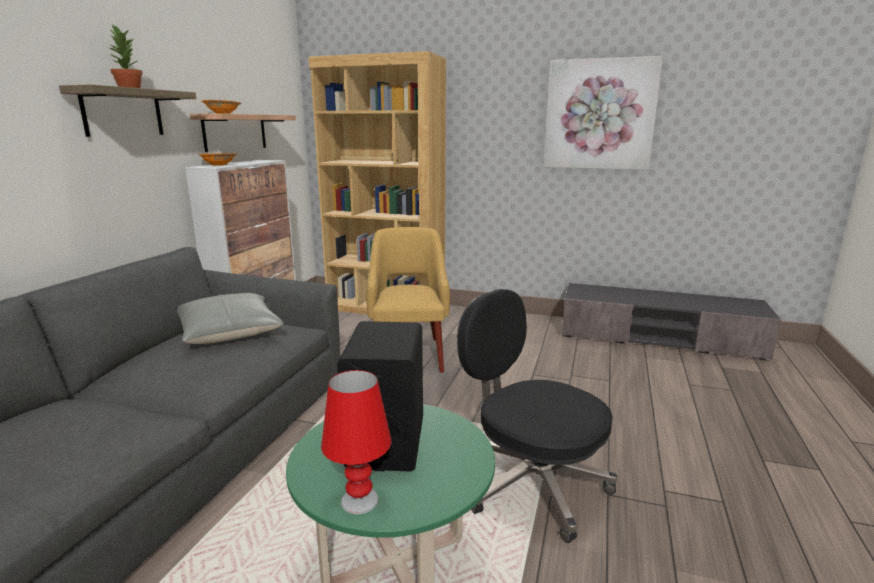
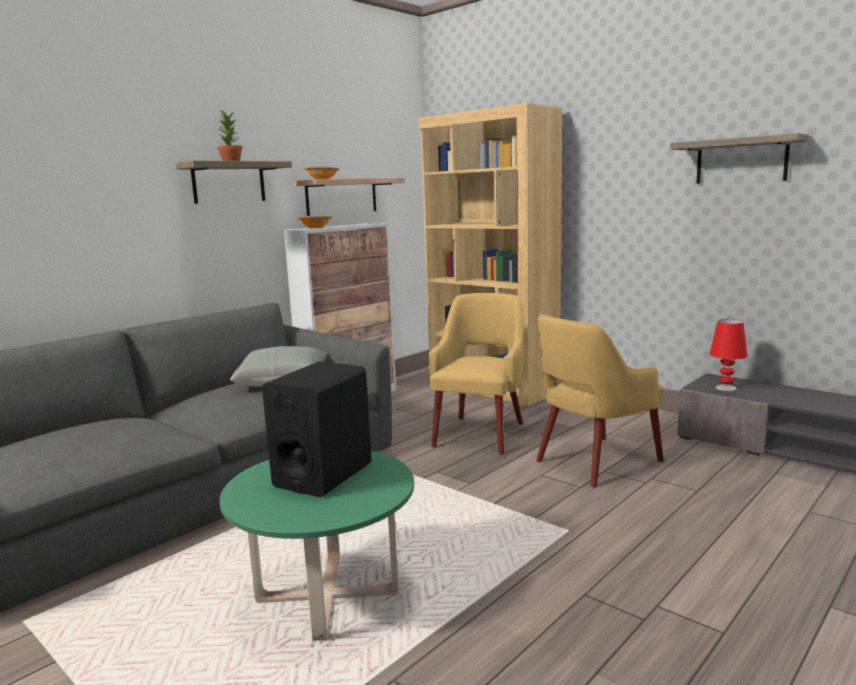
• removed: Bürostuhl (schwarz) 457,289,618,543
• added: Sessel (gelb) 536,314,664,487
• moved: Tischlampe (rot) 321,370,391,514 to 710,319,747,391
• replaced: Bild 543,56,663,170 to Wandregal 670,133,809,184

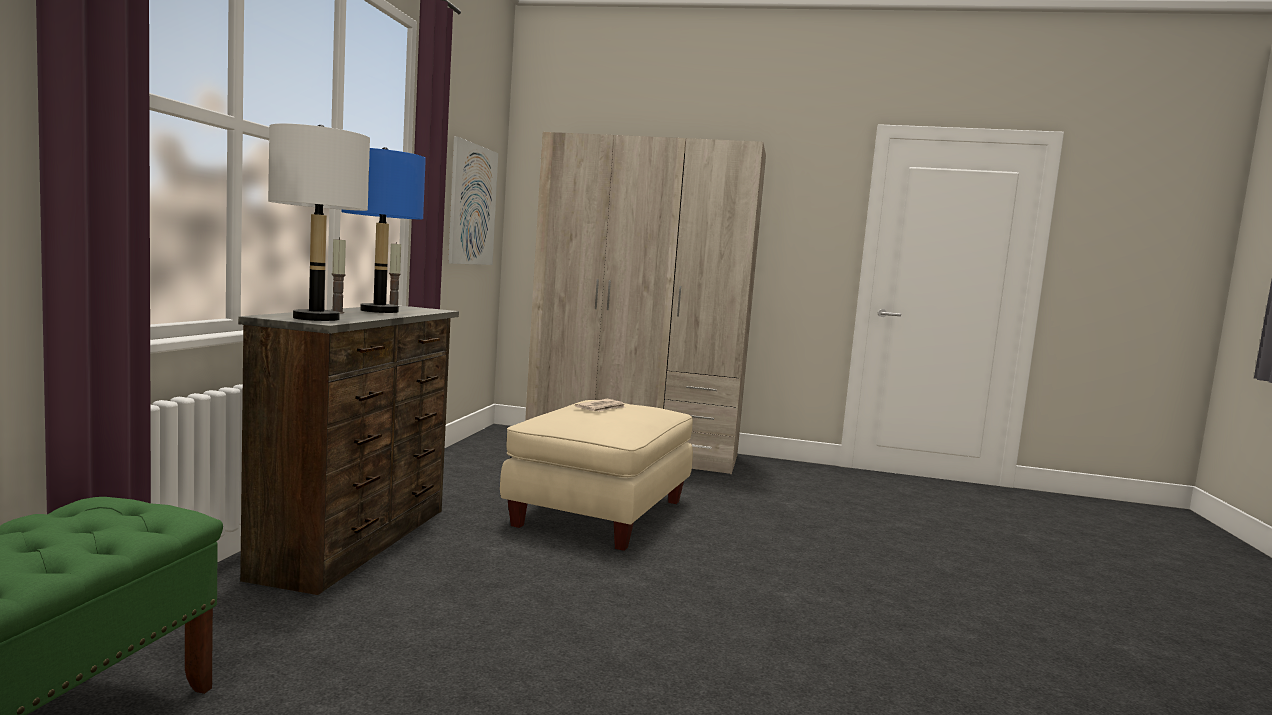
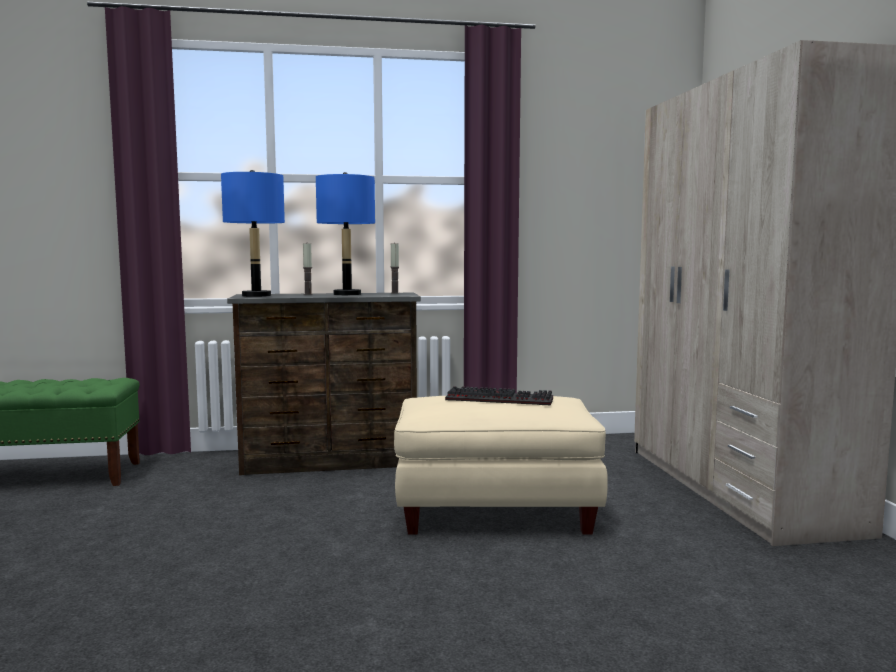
• removed: Bild 448,136,498,265
• replaced: Zeitung 575,399,625,412 to Tastatur 445,386,553,406
• recoloured: Tischlampe (weiß) 268,123,370,321 to Tischlampe (blau) 221,170,285,297

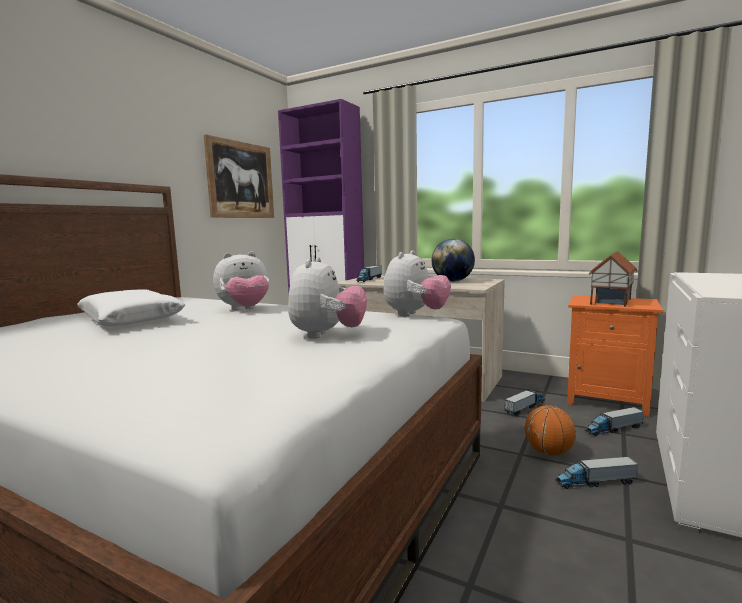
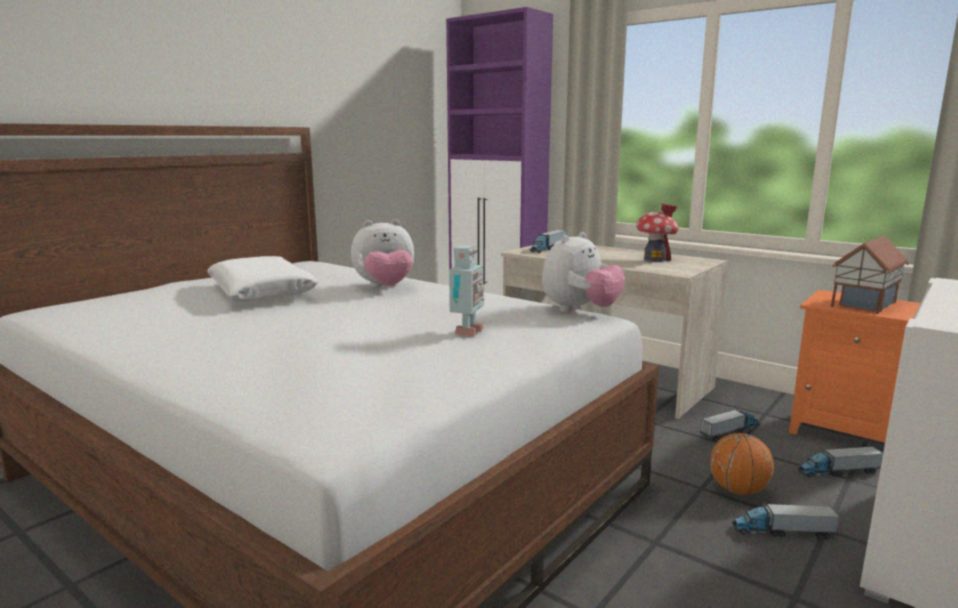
• removed: Bild 204,135,274,218
• replaced: Plüschtier 288,257,367,339 to Spielzeugroboter 449,246,485,337
• replaced: Globus 431,239,475,282 to Spielzeughaus 636,203,679,262

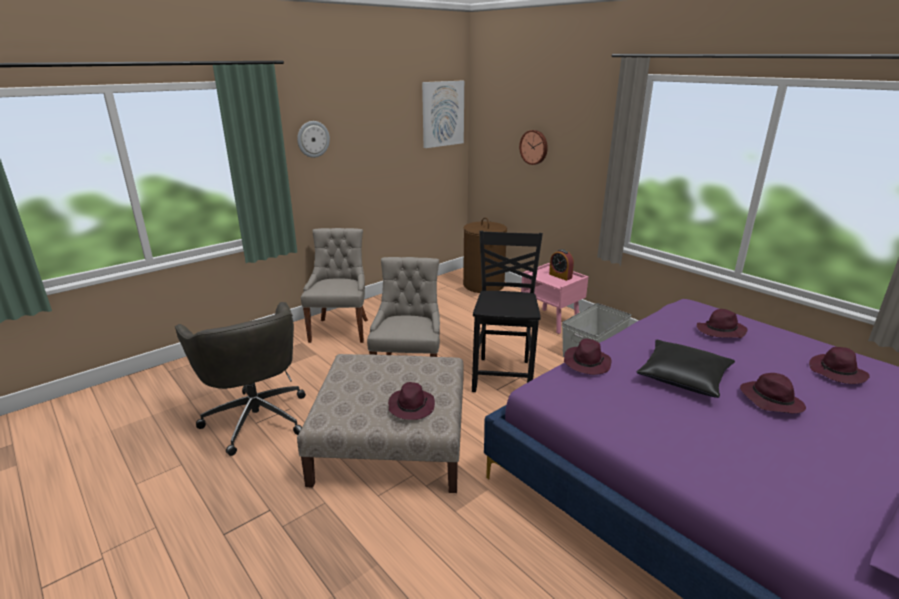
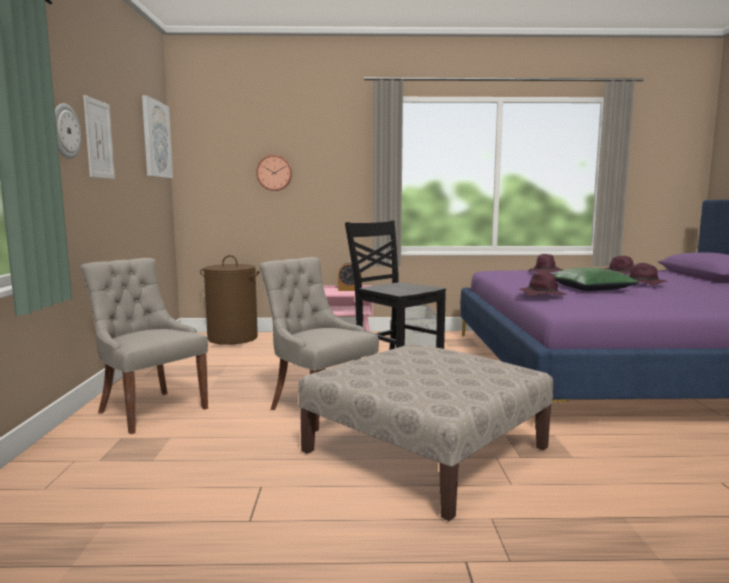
• removed: Bürostuhl (grau) 175,302,306,456
• removed: Hut (lila) 388,382,435,420
• added: Bild 83,95,115,179
• recoloured: Kissen (schwarz) 637,340,735,398 to Kissen (grün) 552,267,639,291

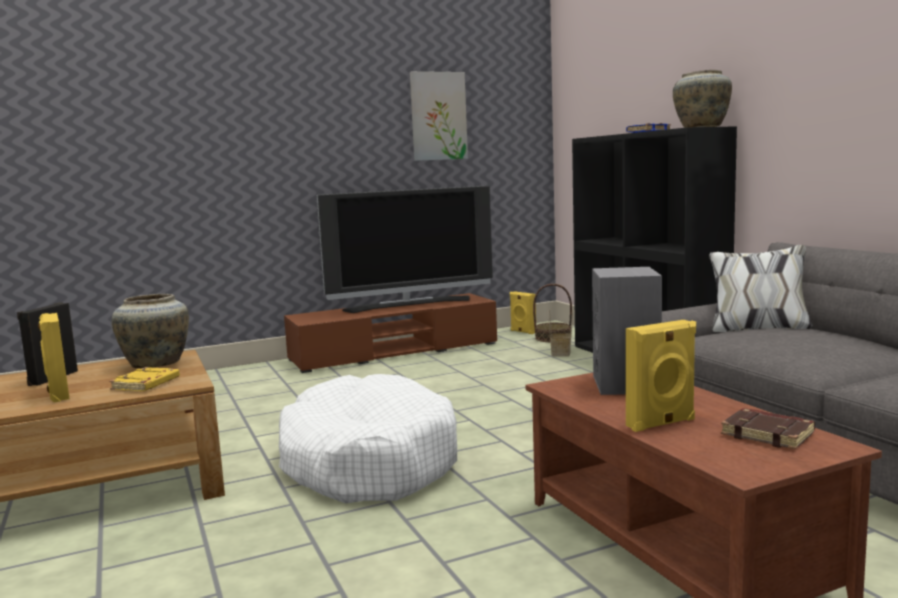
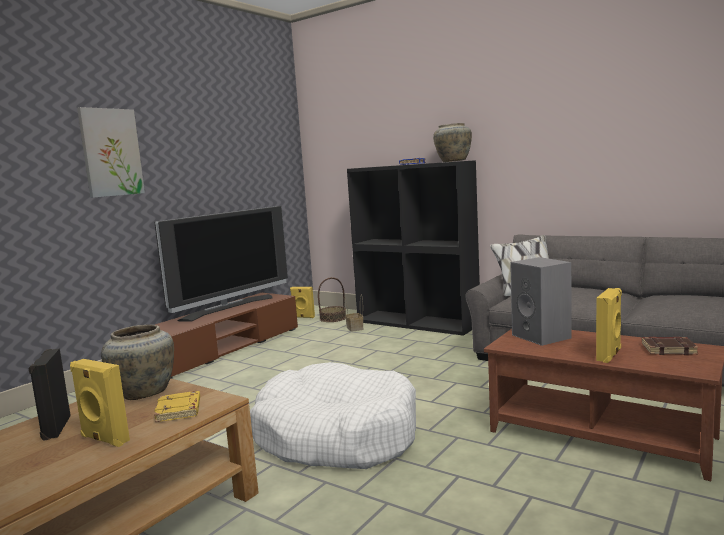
• moved: Bild 410,71,468,161 to 77,107,145,198

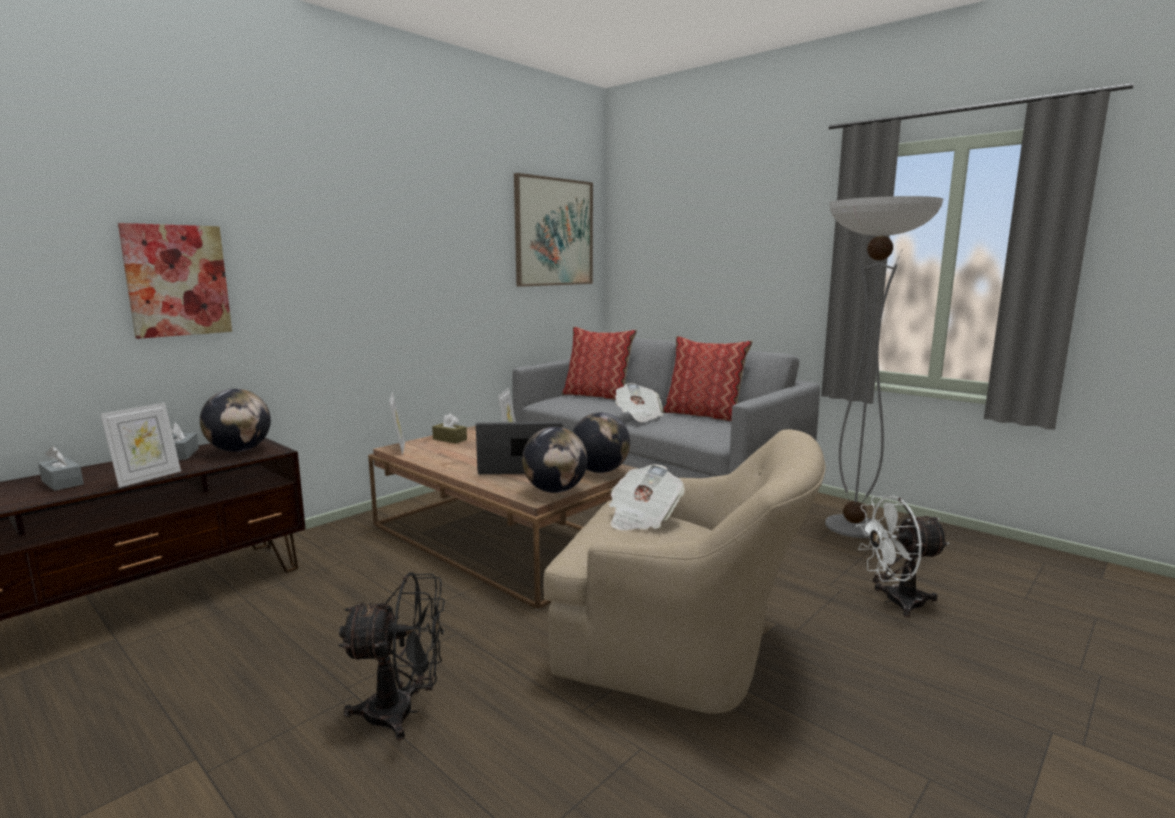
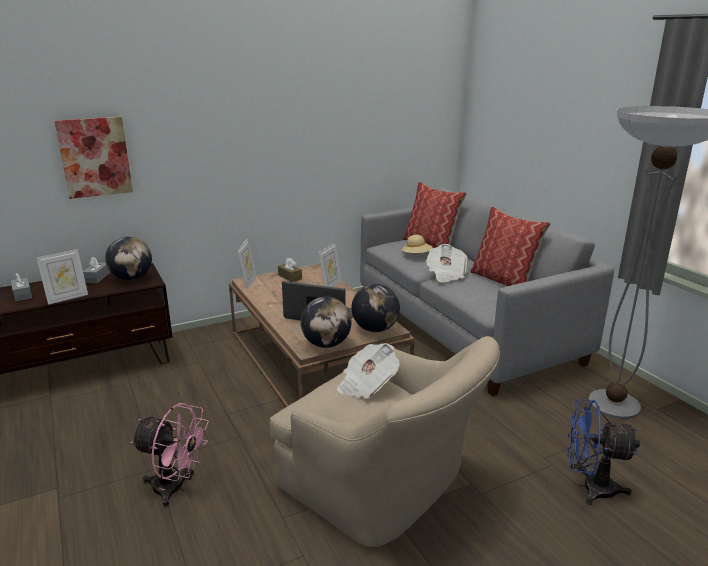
• removed: Bild 514,173,593,287
• added: Hut (beige) 402,235,432,253
• recoloured: Ventilator (schwarz) 338,572,445,740 to Ventilator (rosa) 130,403,209,507
• recoloured: Ventilator (weiß) 855,495,950,618 to Ventilator (blau) 568,399,640,505

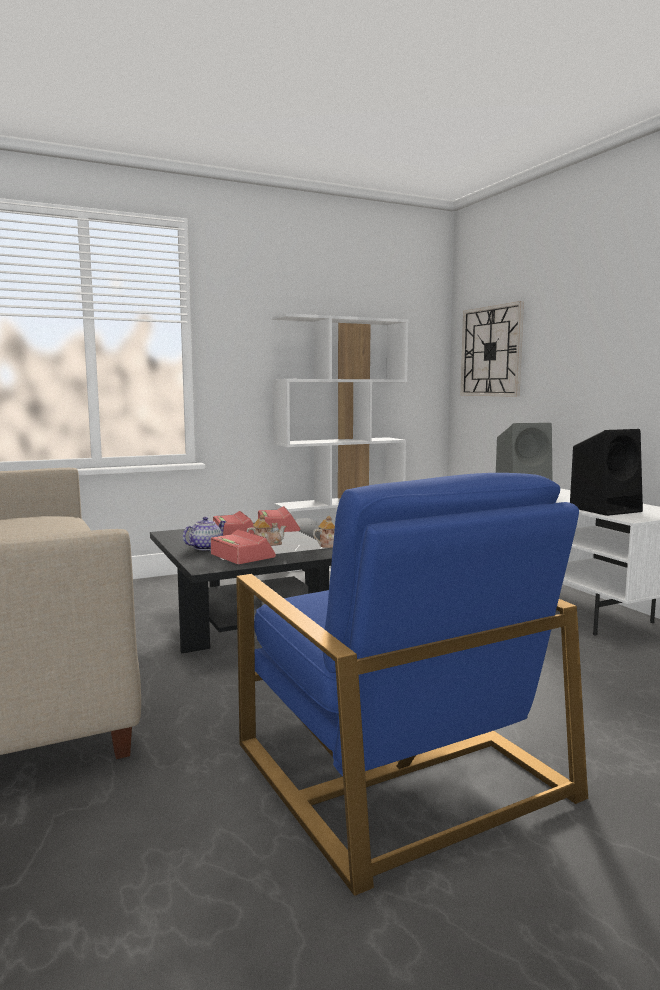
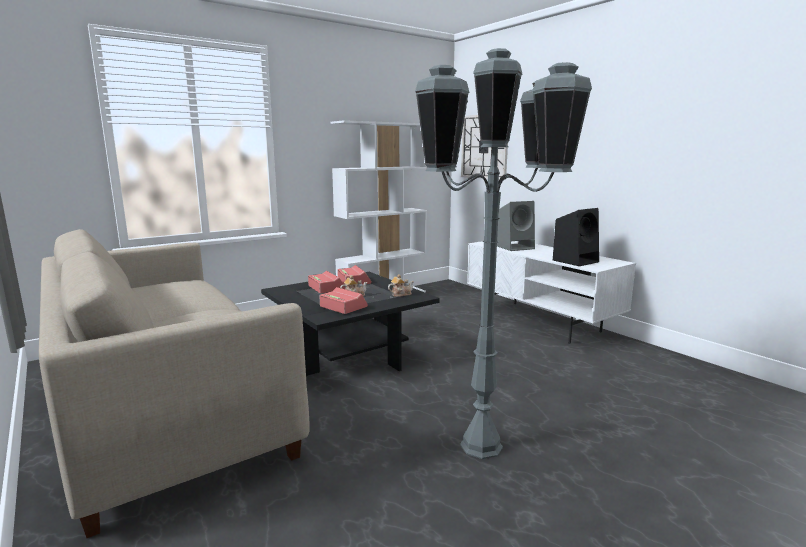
• removed: Teekanne 183,517,226,550
• replaced: Sessel (blau) 236,473,588,896 to Stehlampe (grau) 415,48,592,459

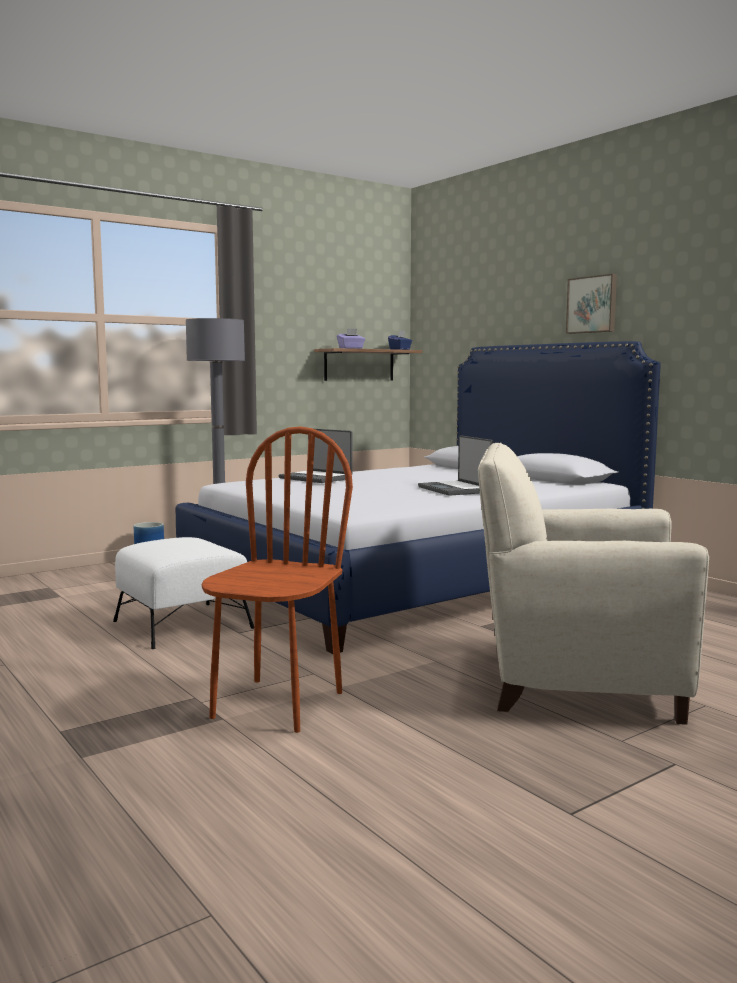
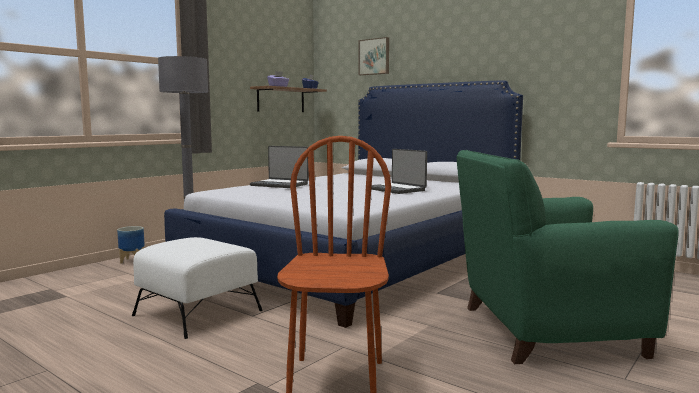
• moved: Bild 566,274,617,334 to 358,37,389,75
• recoloured: Sessel (beige) 478,442,709,725 to Sessel (grün) 457,150,679,364

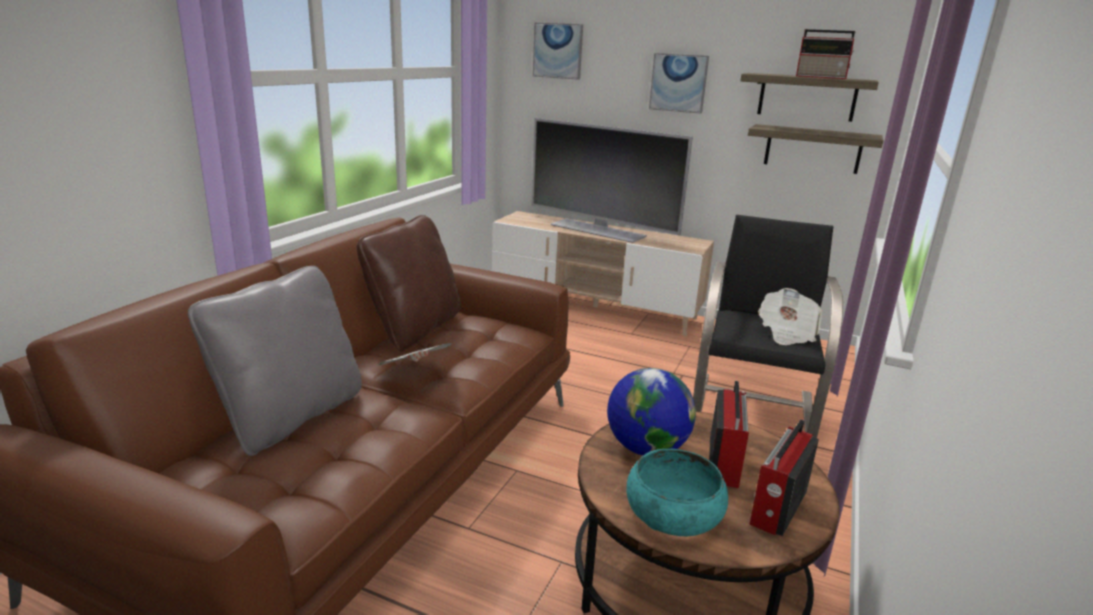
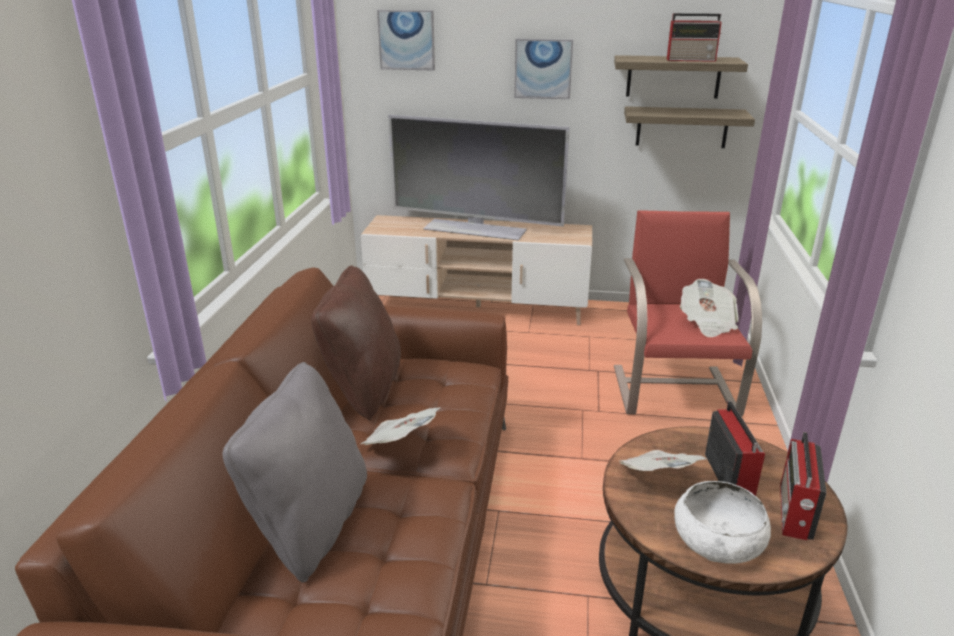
• replaced: Globus 607,368,696,455 to Zeitung 619,450,707,471
• recoloured: Schüssel (türkis) 626,449,728,536 to Schüssel (weiß) 674,481,771,564
• recoloured: Sessel (schwarz) 693,215,843,438 to Sessel (rot) 614,210,762,417

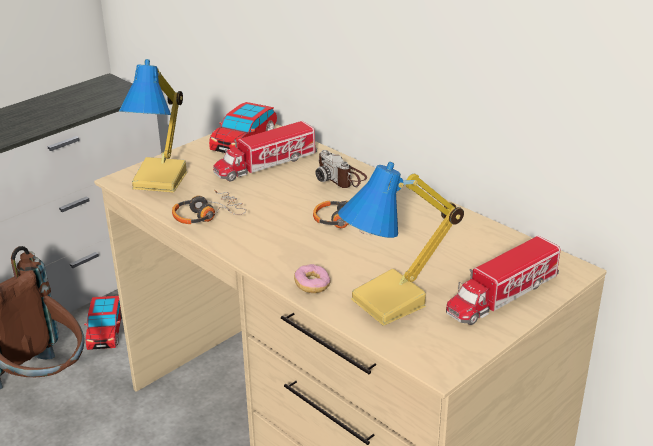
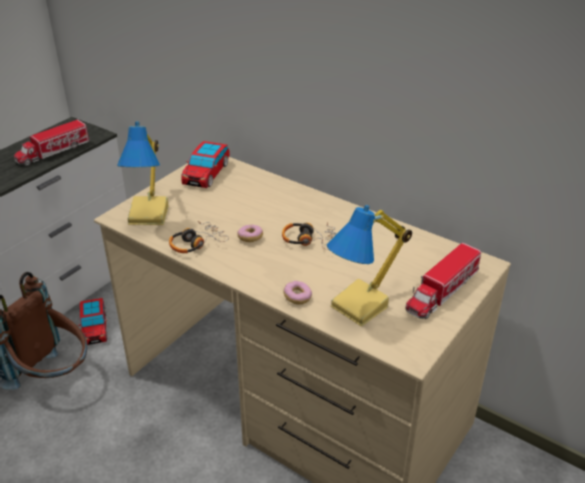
• removed: Kamera 316,150,367,188
• added: Donut 237,225,263,242
• moved: Spielzeuglaster 213,121,317,182 to 14,119,91,166

